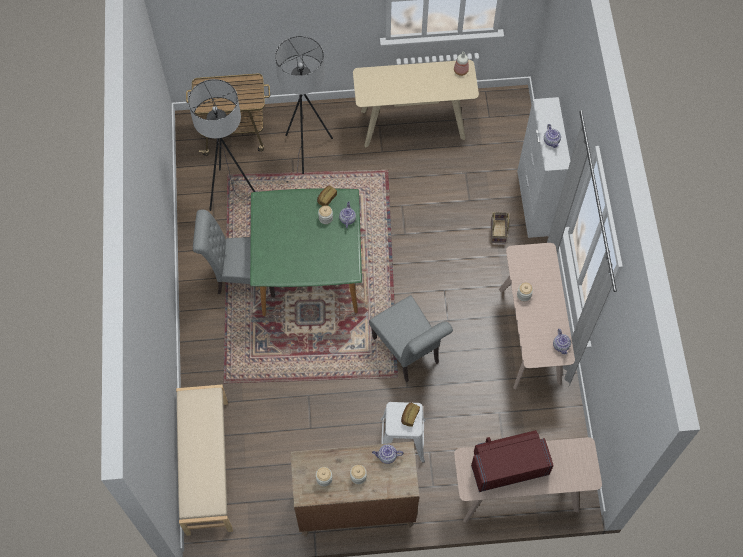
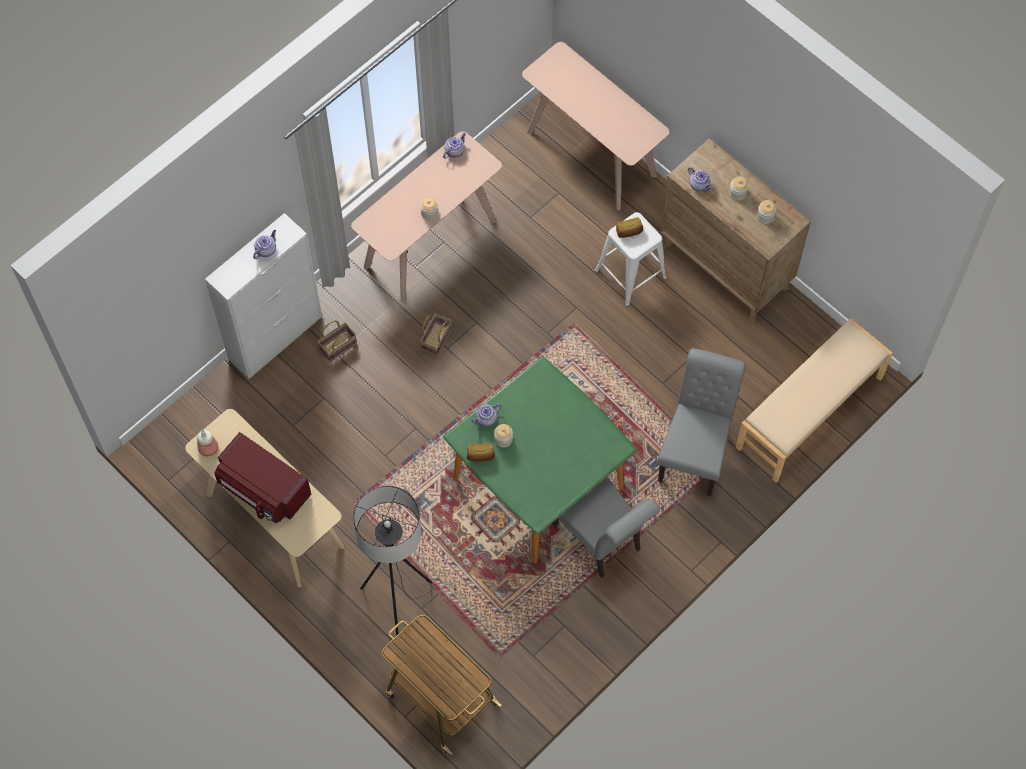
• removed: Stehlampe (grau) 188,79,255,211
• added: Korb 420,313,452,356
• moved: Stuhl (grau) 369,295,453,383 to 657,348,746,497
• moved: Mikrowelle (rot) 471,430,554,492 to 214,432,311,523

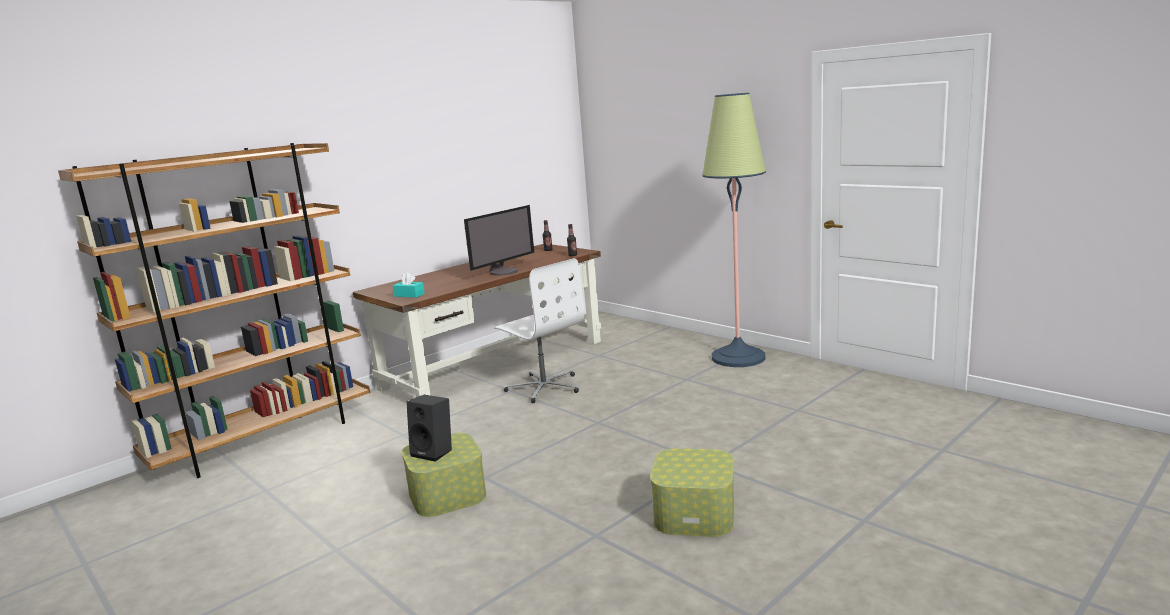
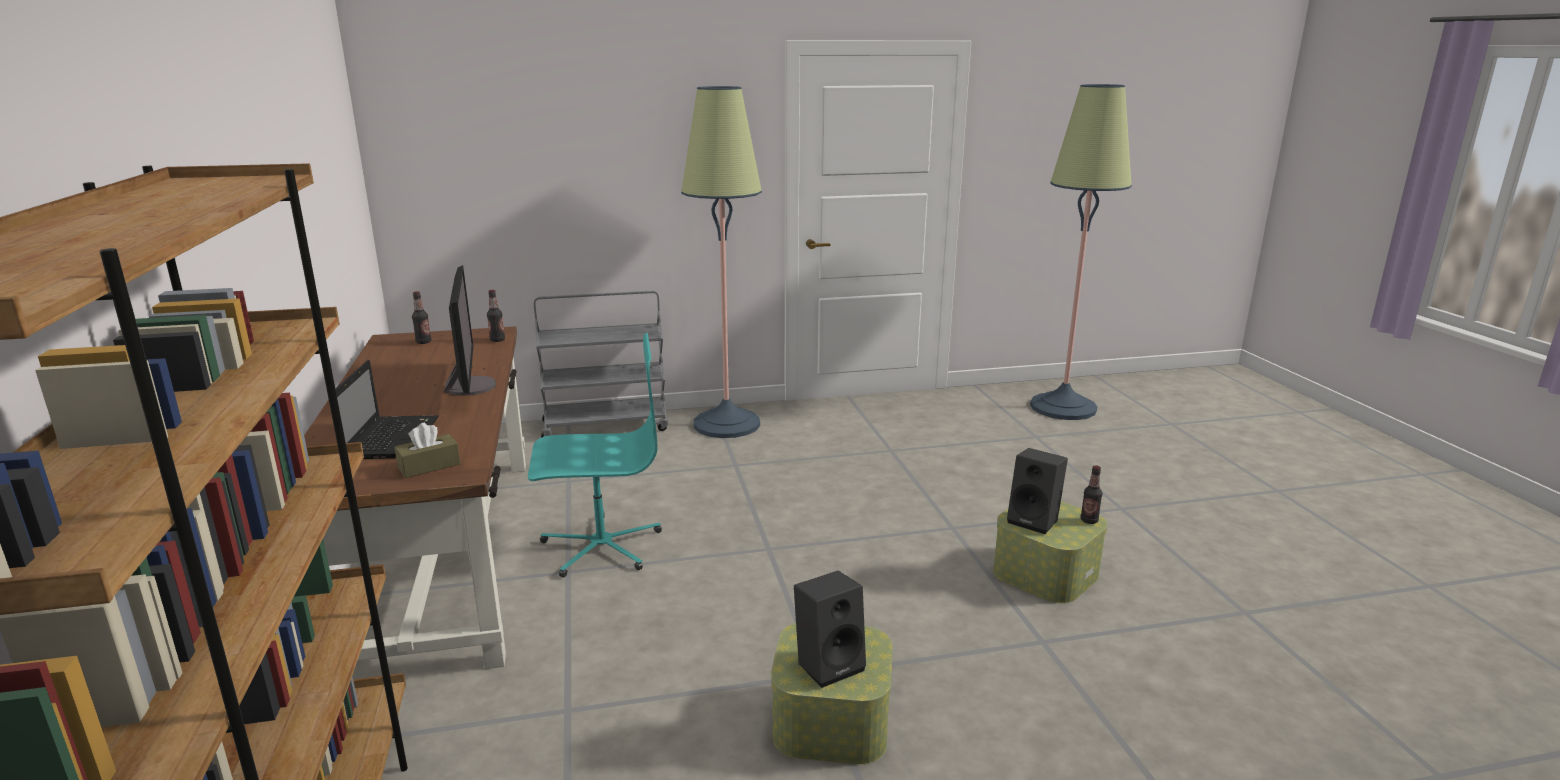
• added: Laptop 335,360,439,459
• added: Rollwagen (grau) 534,291,668,438
• added: Lautsprecher (schwarz) 1007,448,1068,534
• added: Stehlampe 1030,84,1132,420
• added: Flasche 1081,465,1102,524
• recoloured: Taschentuchbox (türkis) 393,273,425,298 to Taschentuchbox (braun) 394,423,461,478
• recoloured: Bürostuhl (weiß) 494,258,585,403 to Bürostuhl (türkis) 528,333,662,578

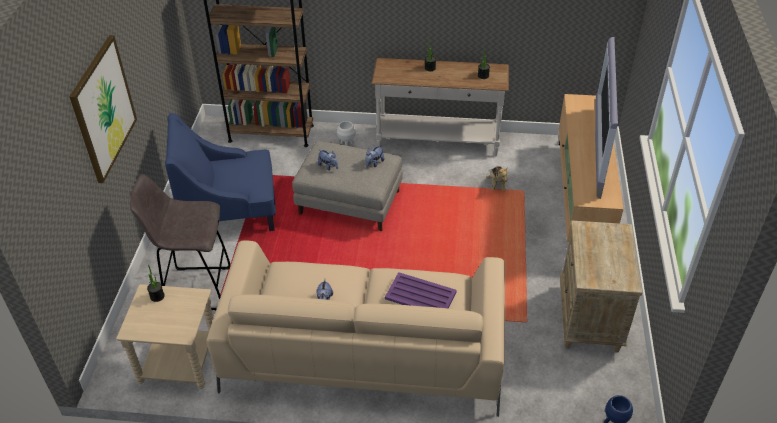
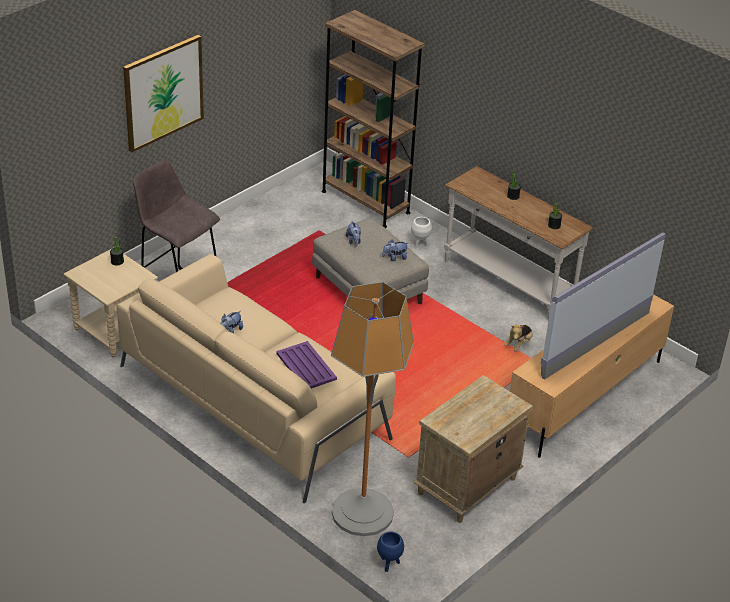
• removed: Sessel (blau) 165,113,276,231
• added: Stehlampe 331,282,414,536

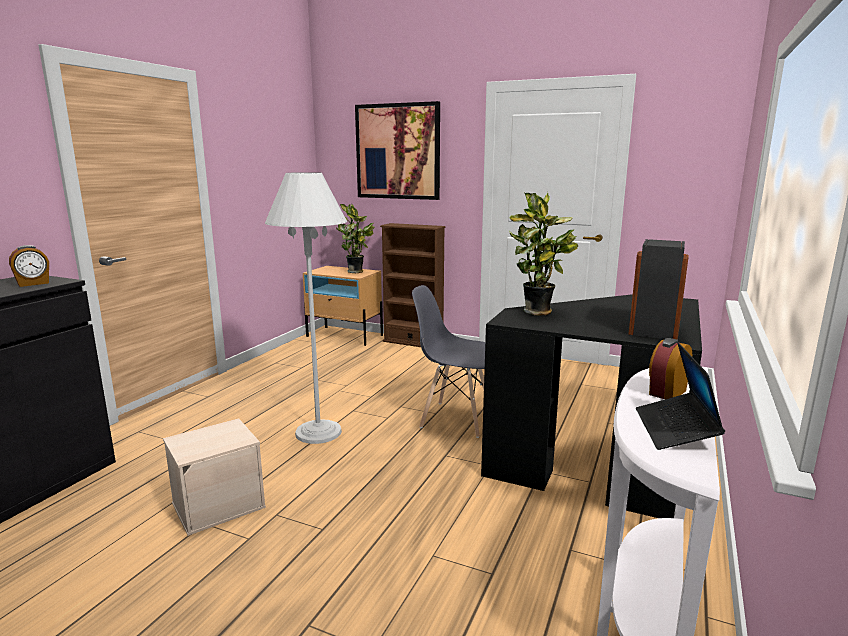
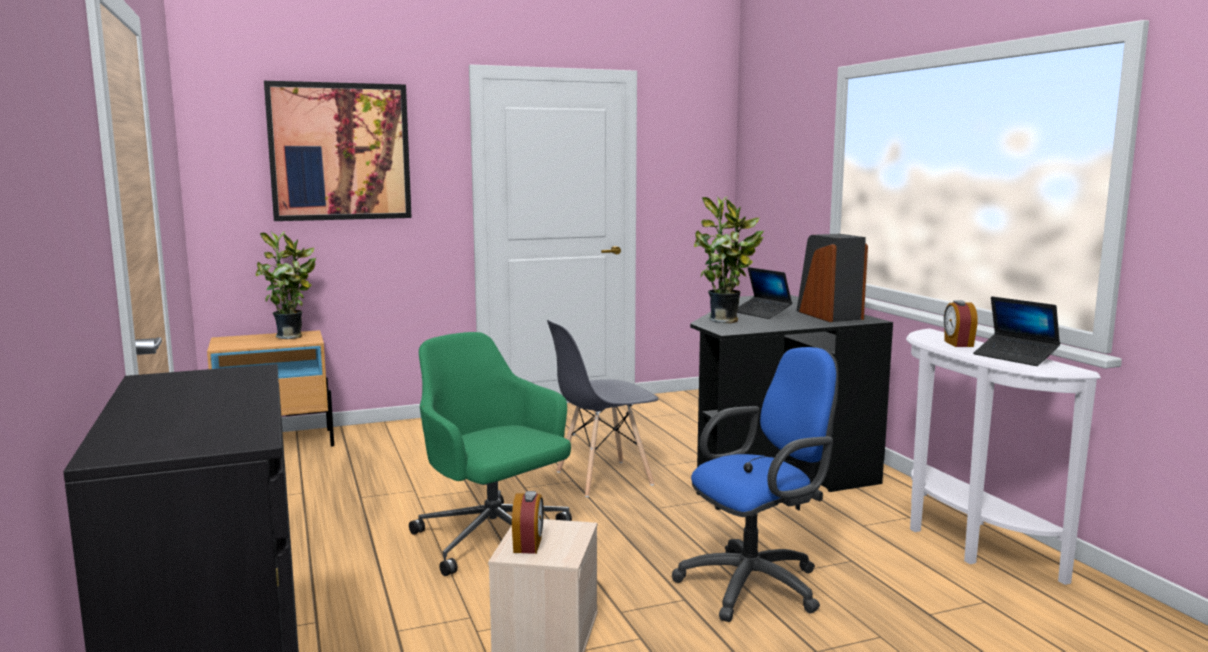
• removed: Bücherregal (braun) 380,223,446,347
• added: Bürostuhl (blau) 672,347,839,622
• added: Laptop 737,267,792,319
• moved: Wecker 9,245,49,287 to 512,491,544,554
• replaced: Stehlampe (weiß) 265,172,347,444 to Bürostuhl (grün) 409,332,572,576

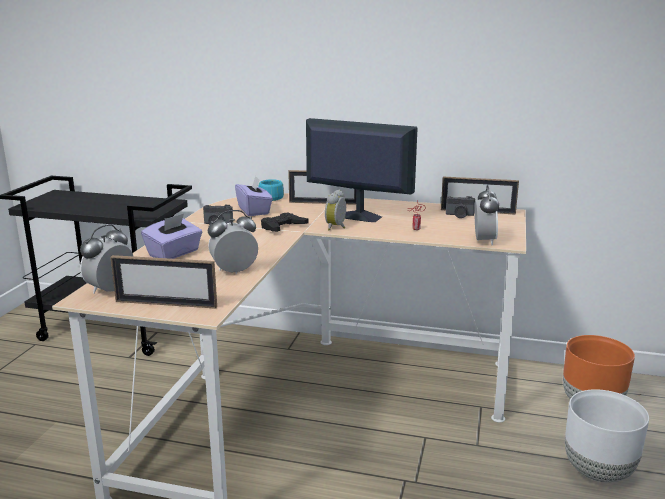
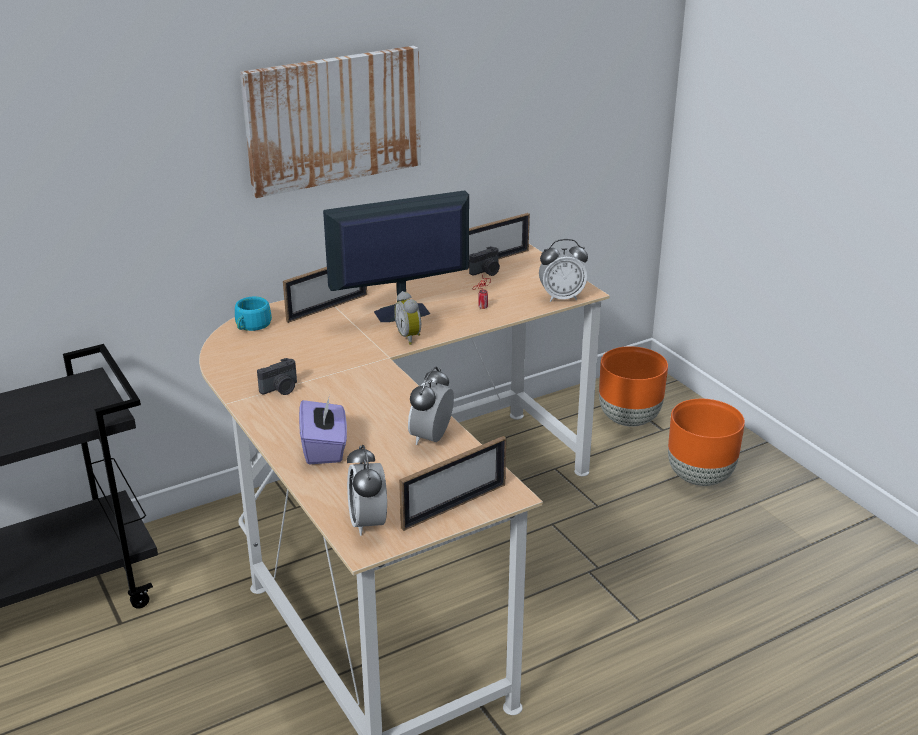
• removed: Taschentuchbox (lila) 235,176,273,216
• removed: Gamepad (schwarz) 261,213,308,232
• added: Bild 240,46,421,198
• recoloured: Pflanzkübel (weiß) 565,389,649,483 to Pflanzkübel (orange) 668,399,745,486
• turned: Wecker 474,185,499,245 = 539,239,588,302 120 degrees clockwise

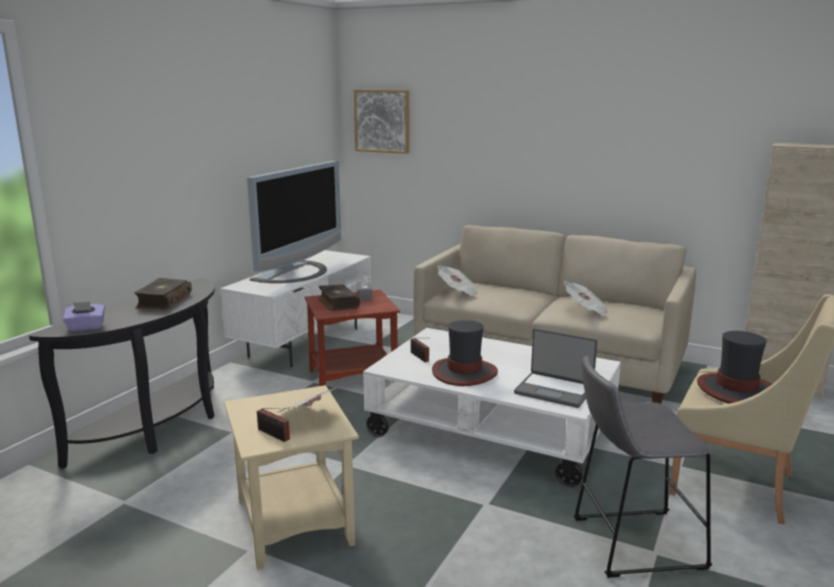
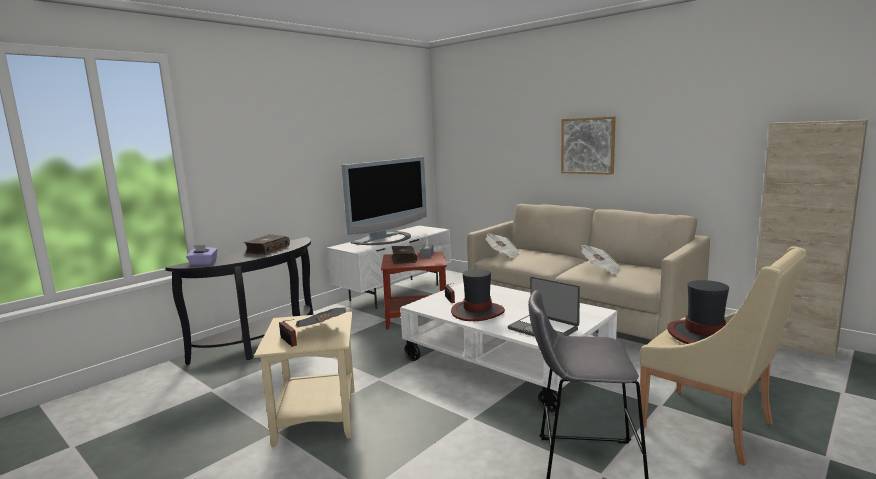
• moved: Bild 354,90,409,154 to 561,116,616,175

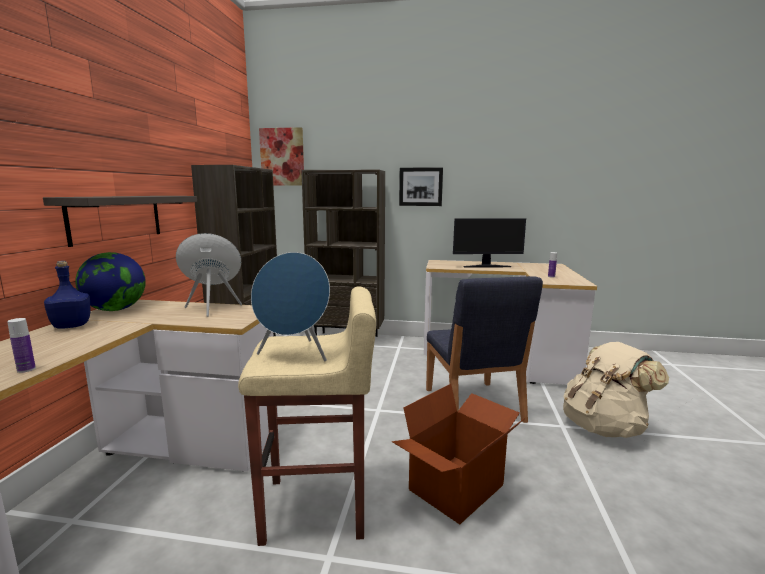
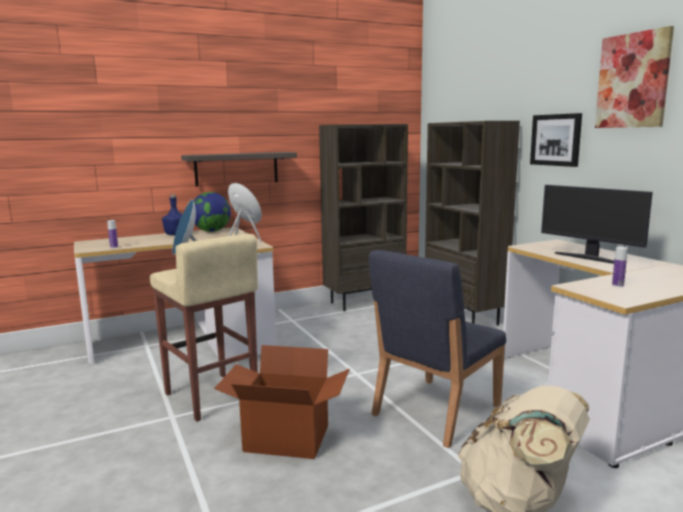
• moved: Bild 259,127,304,186 to 595,26,674,128

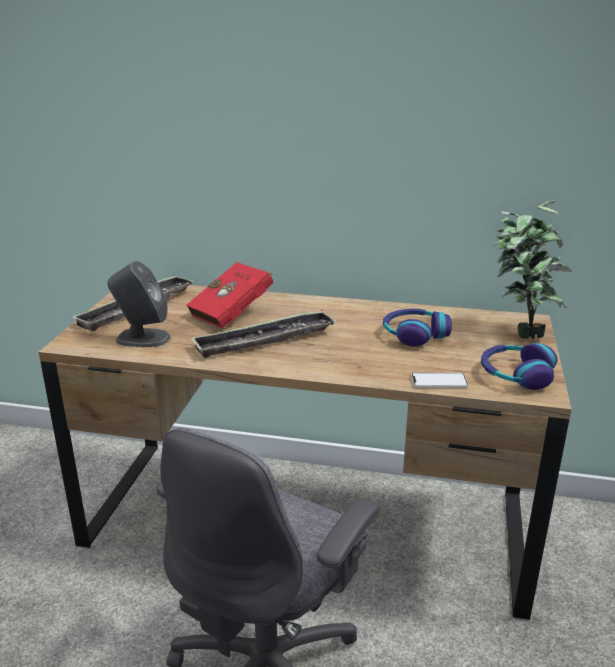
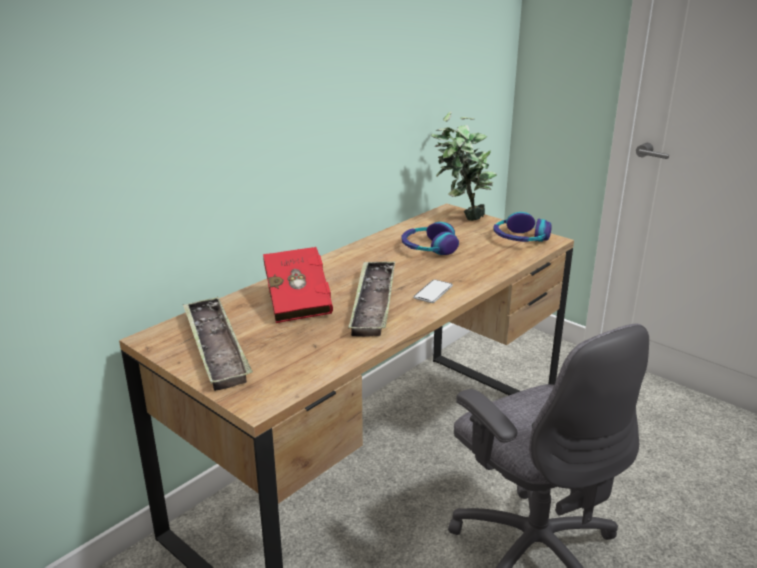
• removed: Lautsprecher (grau) 107,261,171,347
• moved: Handy 411,373,469,388 to 413,279,453,303

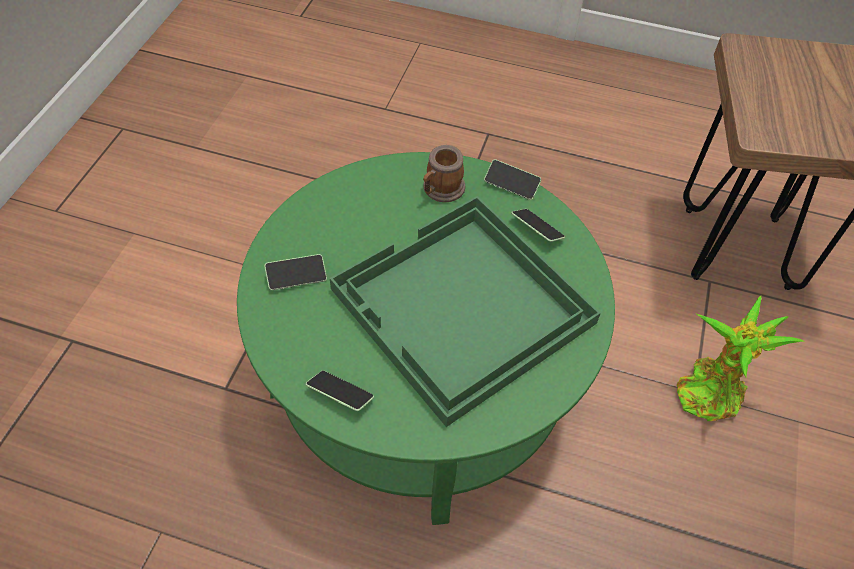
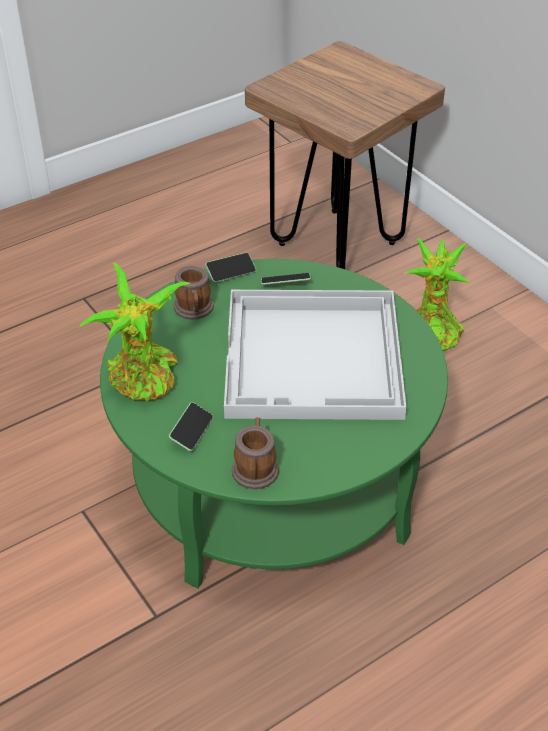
• removed: Handy 306,371,374,411
• added: Topfpflanze 79,263,190,401
• added: Henkelbecher 232,418,279,489
• recoloured: Tablett (grün) 330,196,601,427 to Tablett (weiß) 224,290,407,420

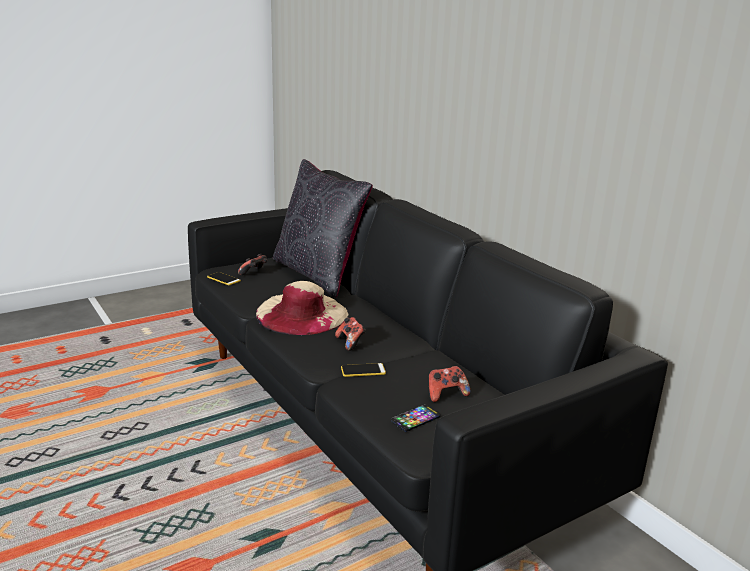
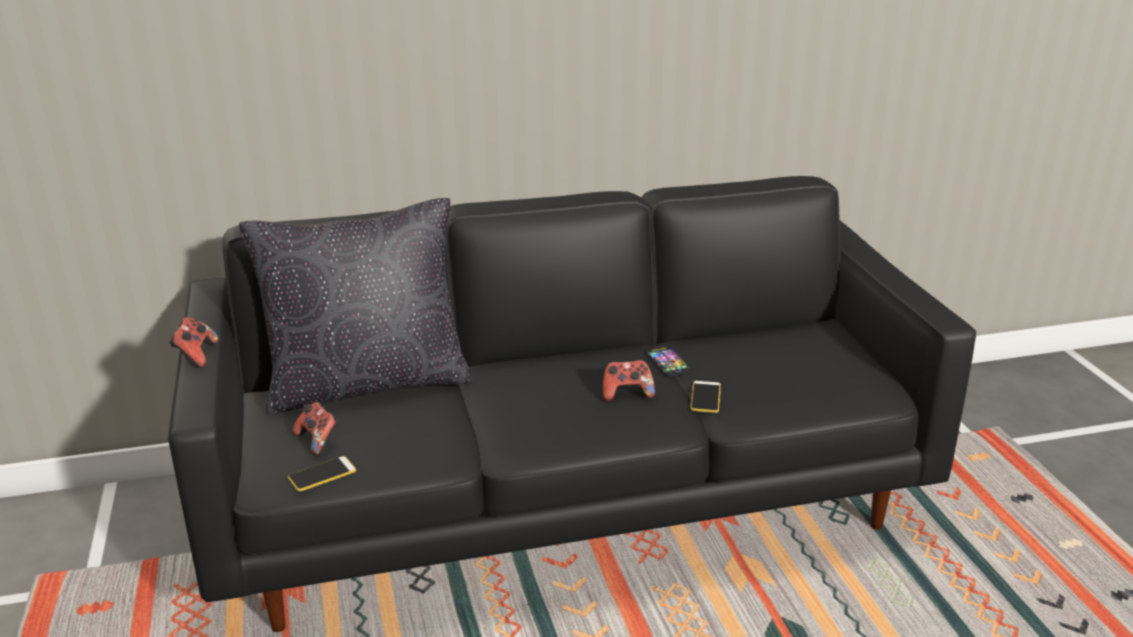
• removed: Hut (beige) 256,281,348,335
• moved: Handy 391,405,441,432 to 647,346,690,377
• moved: Gamepad 429,366,471,402 to 169,317,218,368

